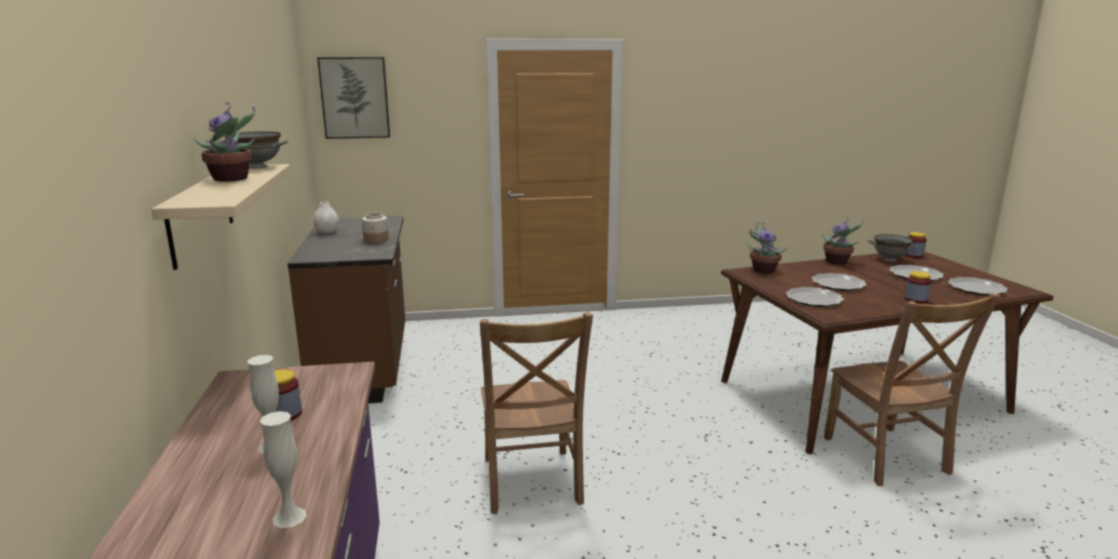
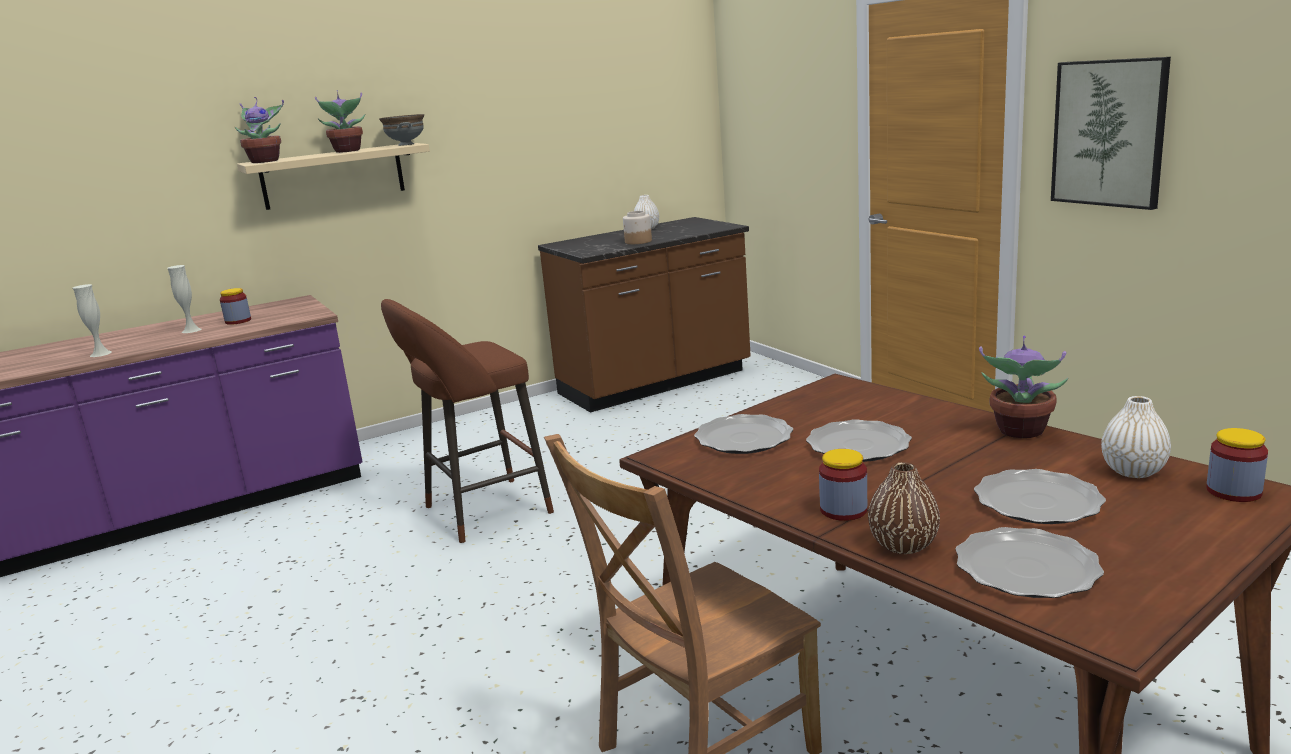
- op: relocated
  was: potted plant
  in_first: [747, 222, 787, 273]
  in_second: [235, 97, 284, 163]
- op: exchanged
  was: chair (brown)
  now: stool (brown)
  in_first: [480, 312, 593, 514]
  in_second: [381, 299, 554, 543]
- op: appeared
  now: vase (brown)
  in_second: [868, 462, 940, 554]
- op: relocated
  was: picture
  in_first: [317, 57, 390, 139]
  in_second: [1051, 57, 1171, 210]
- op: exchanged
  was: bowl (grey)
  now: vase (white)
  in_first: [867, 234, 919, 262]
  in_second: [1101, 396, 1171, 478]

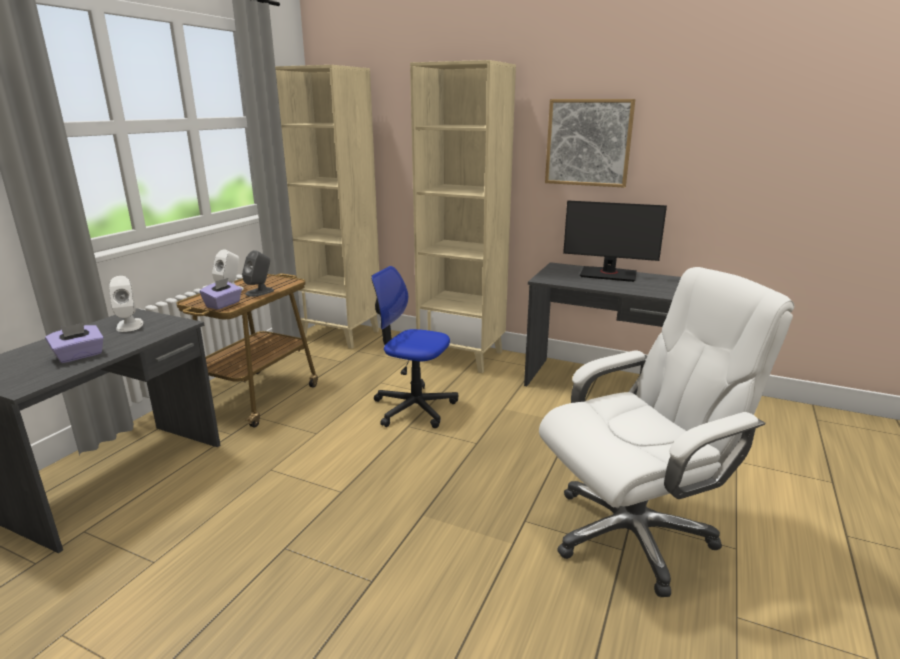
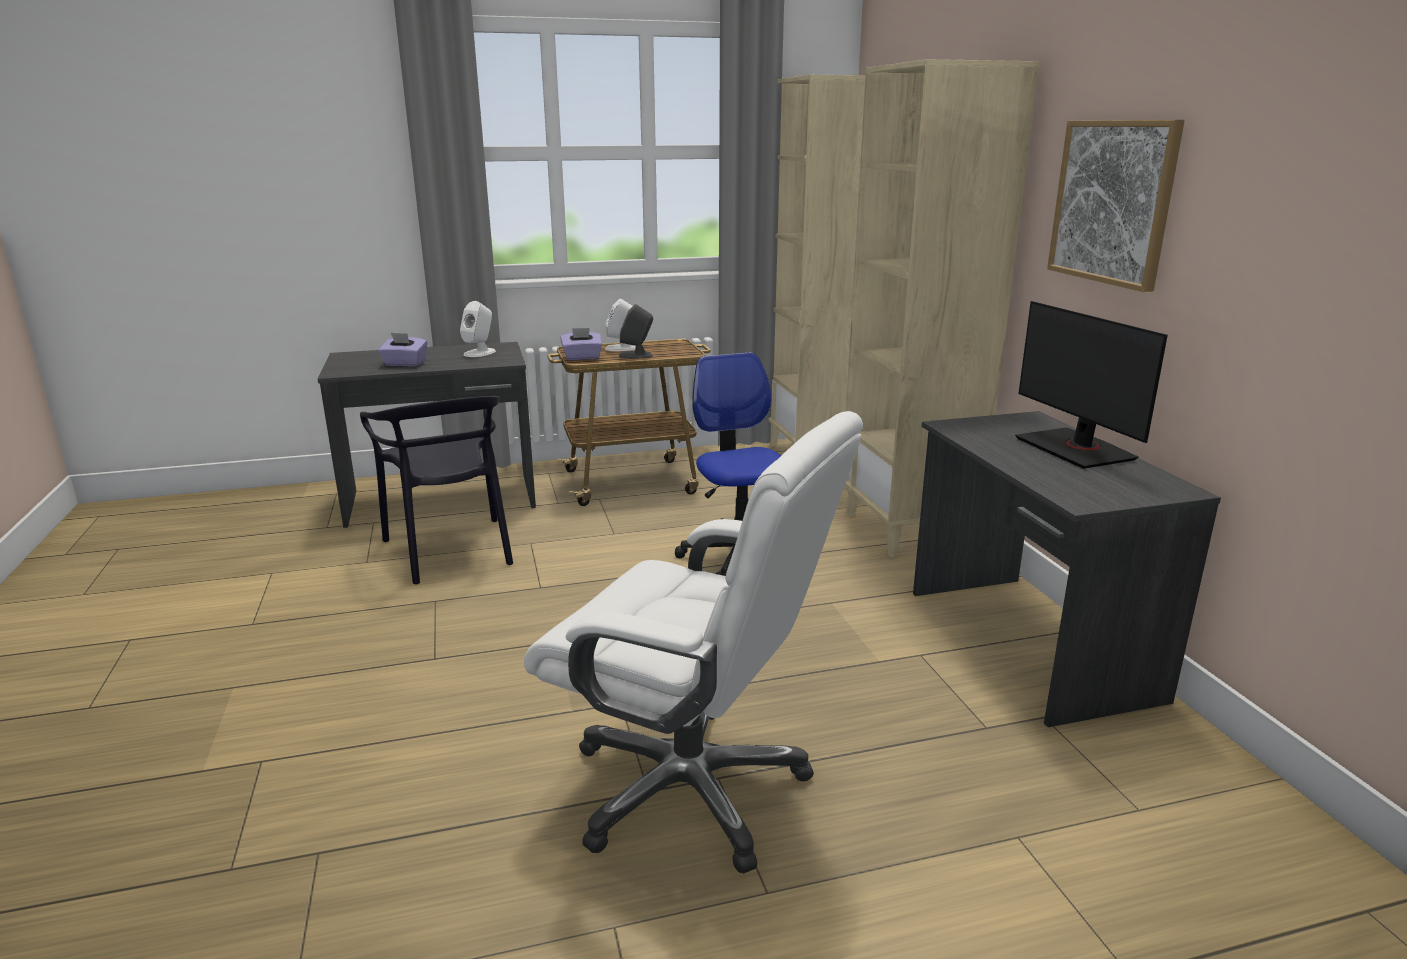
- op: appeared
  now: chair (black)
  in_second: [360, 395, 513, 585]

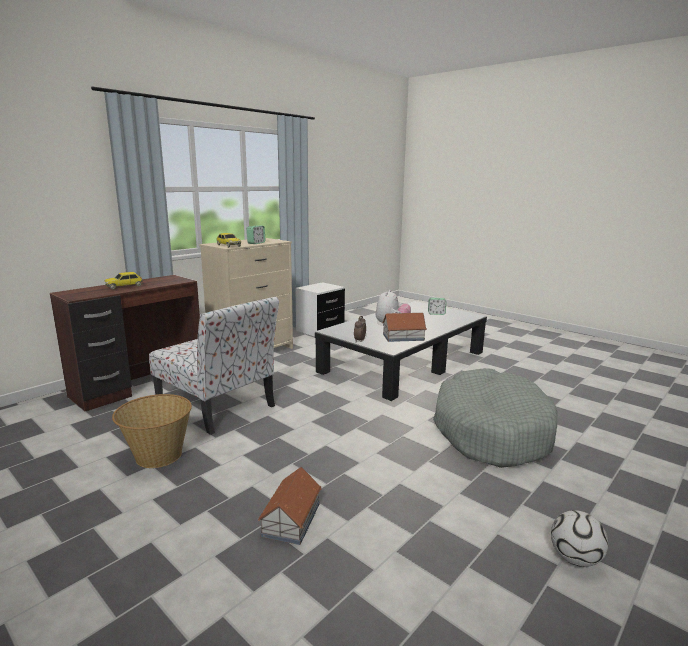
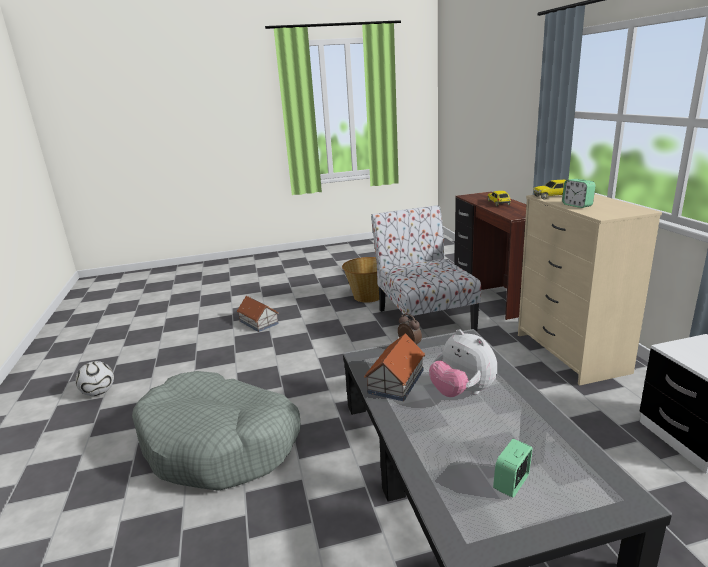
- op: spun
  was: chair
  in_first: [149, 297, 279, 435]
  in_second: [371, 205, 481, 331]
  clockwise: 90

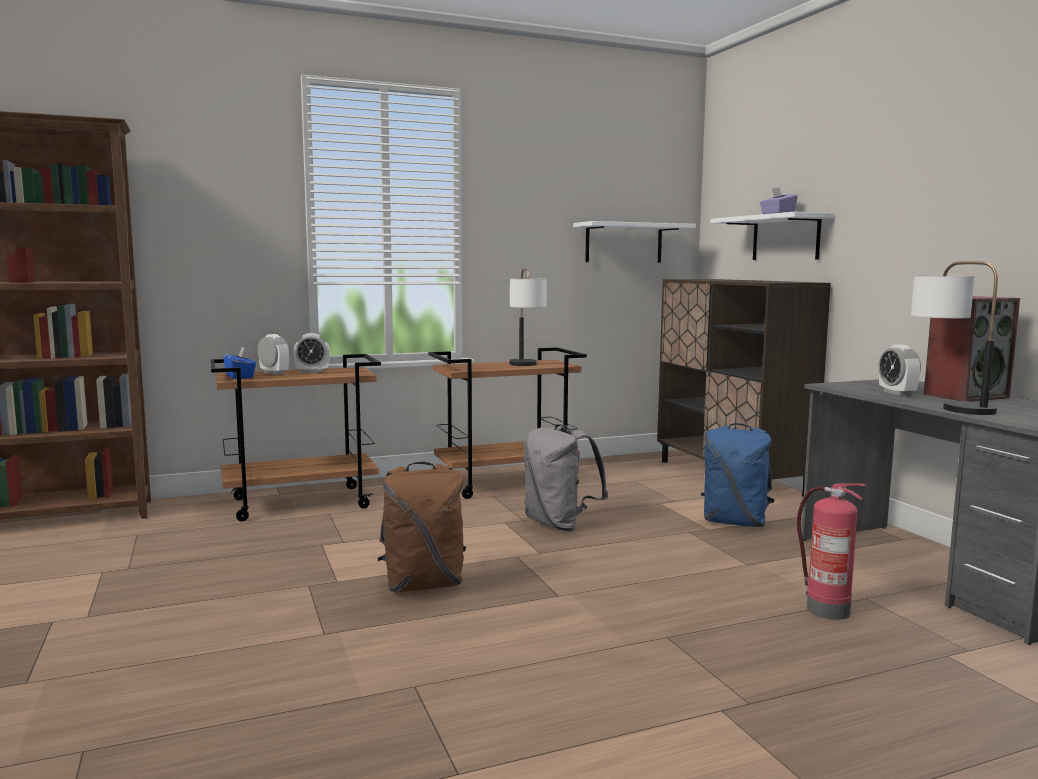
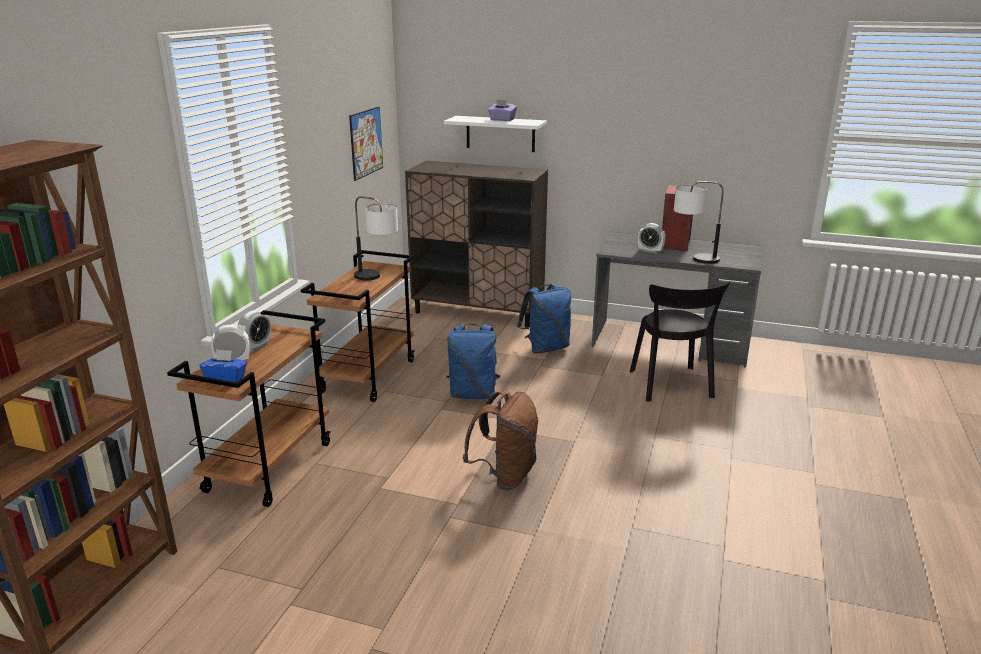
- op: exchanged
  was: shelf (white)
  now: picture
  in_first: [573, 221, 696, 263]
  in_second: [349, 107, 383, 181]
- op: colour
  was: backpack (grey)
  now: backpack (blue)
  in_first: [524, 424, 608, 531]
  in_second: [446, 324, 501, 399]
- op: exchanged
  was: fire extinguisher
  now: chair (black)
  in_first: [797, 483, 866, 620]
  in_second: [630, 282, 730, 402]

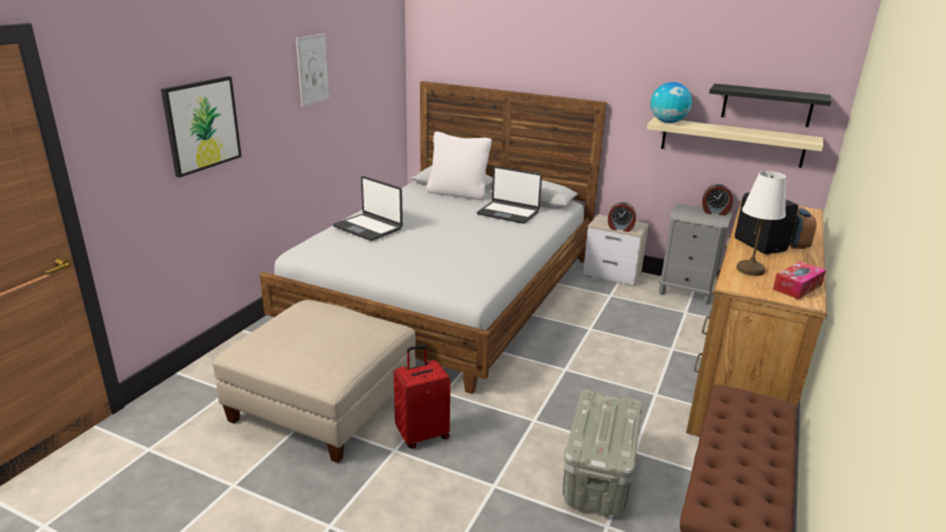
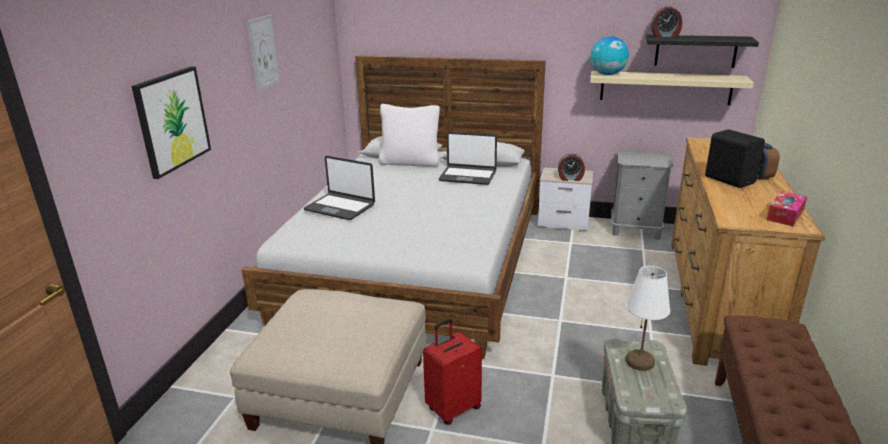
- op: relocated
  was: table lamp (white)
  in_first: [737, 171, 786, 276]
  in_second: [626, 266, 670, 371]
- op: relocated
  was: alarm clock
  in_first: [702, 184, 733, 215]
  in_second: [651, 6, 682, 38]

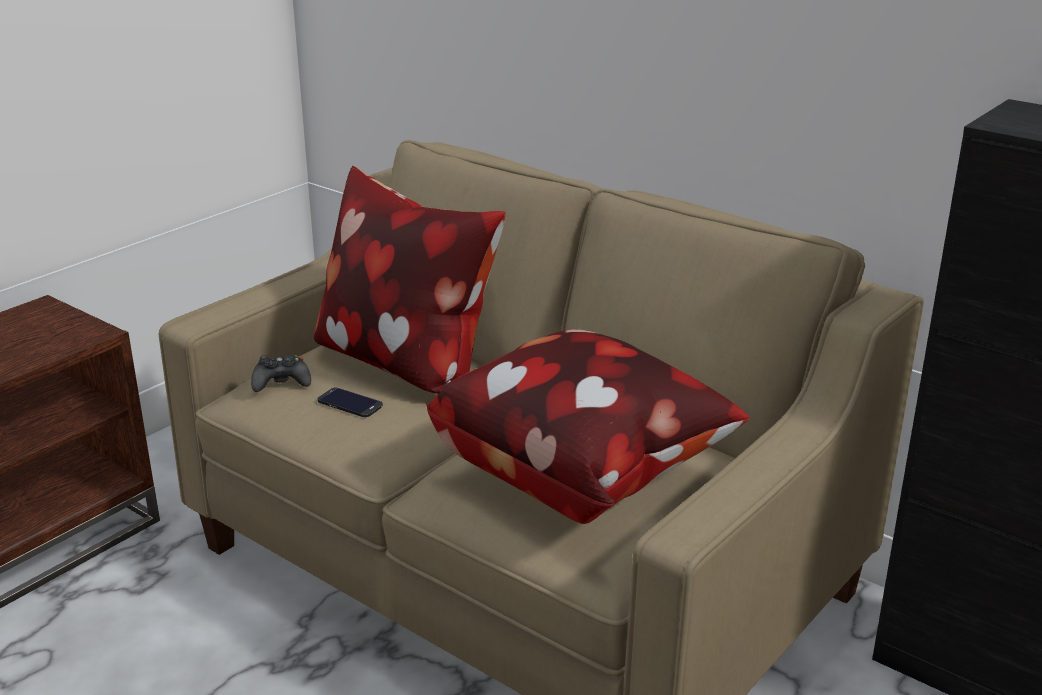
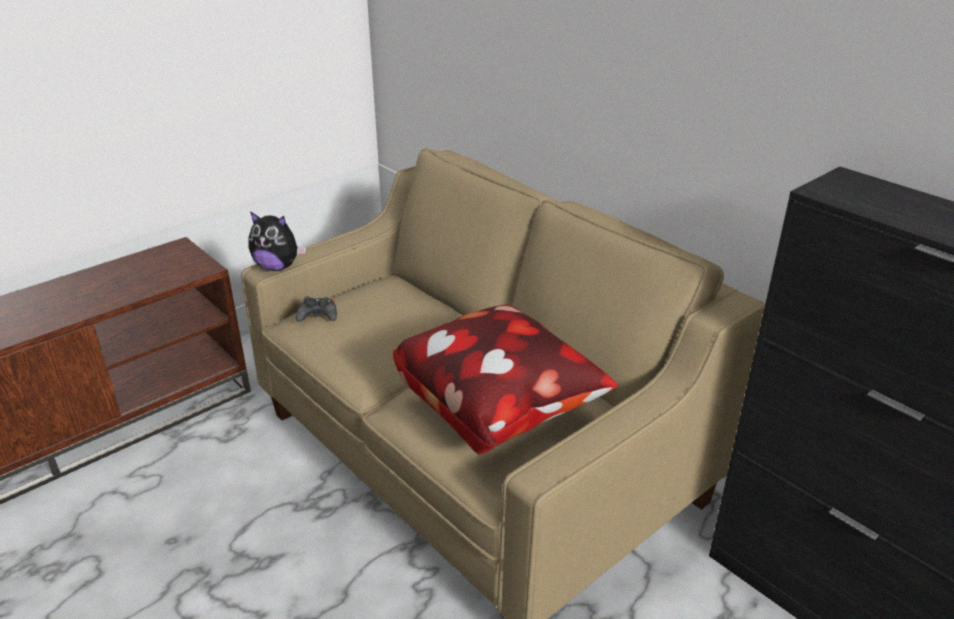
- op: appeared
  now: plush toy
  in_second: [249, 211, 306, 271]
- op: missing
  was: pillow
  in_first: [314, 166, 506, 394]
- op: missing
  was: phone
  in_first: [317, 388, 383, 417]

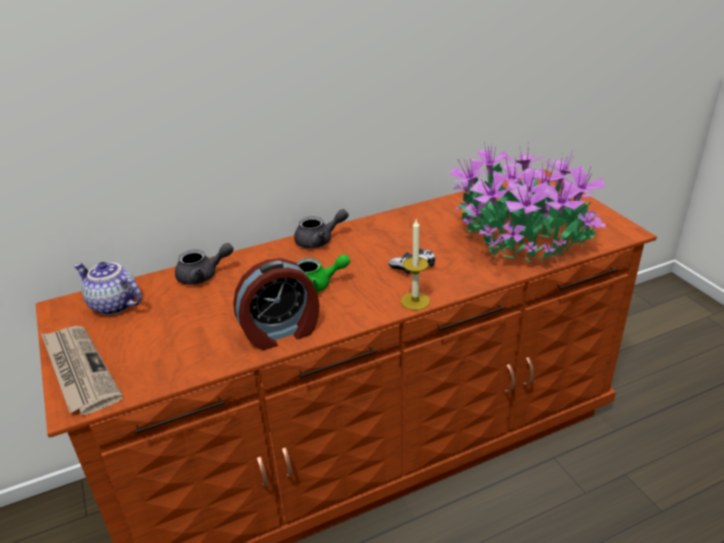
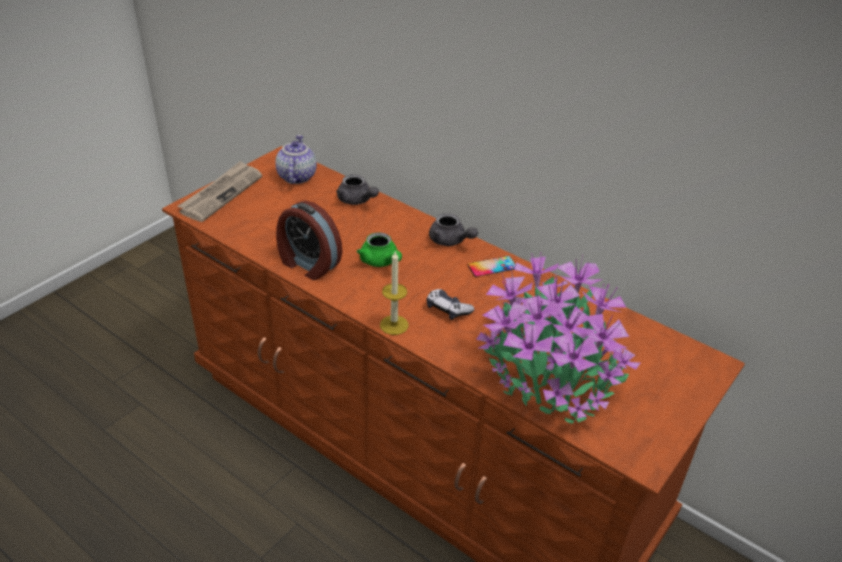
- op: appeared
  now: phone
  in_second: [468, 256, 516, 277]

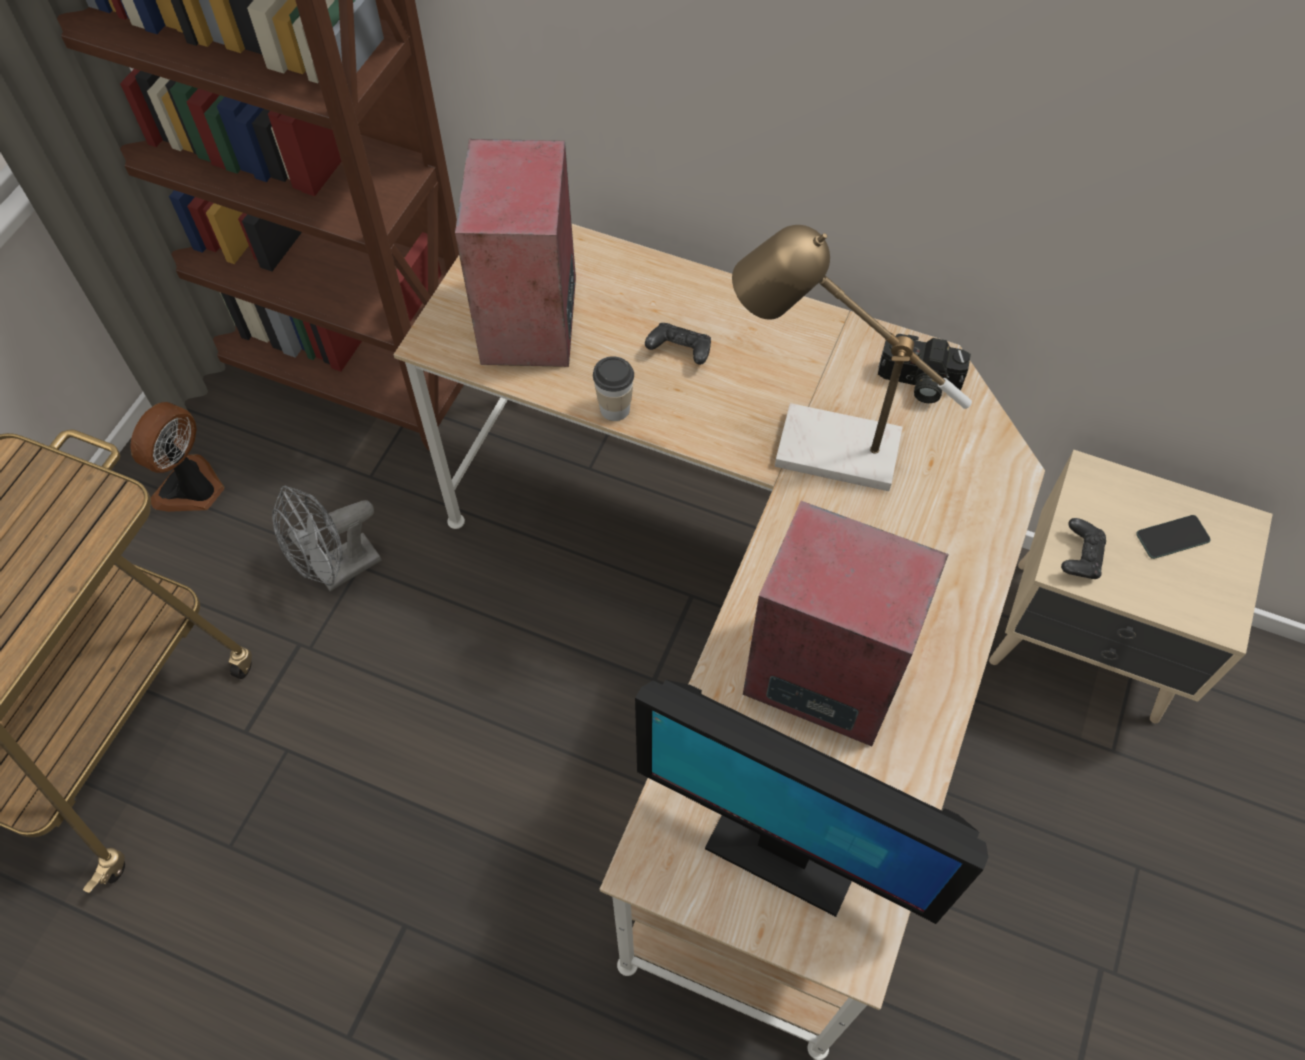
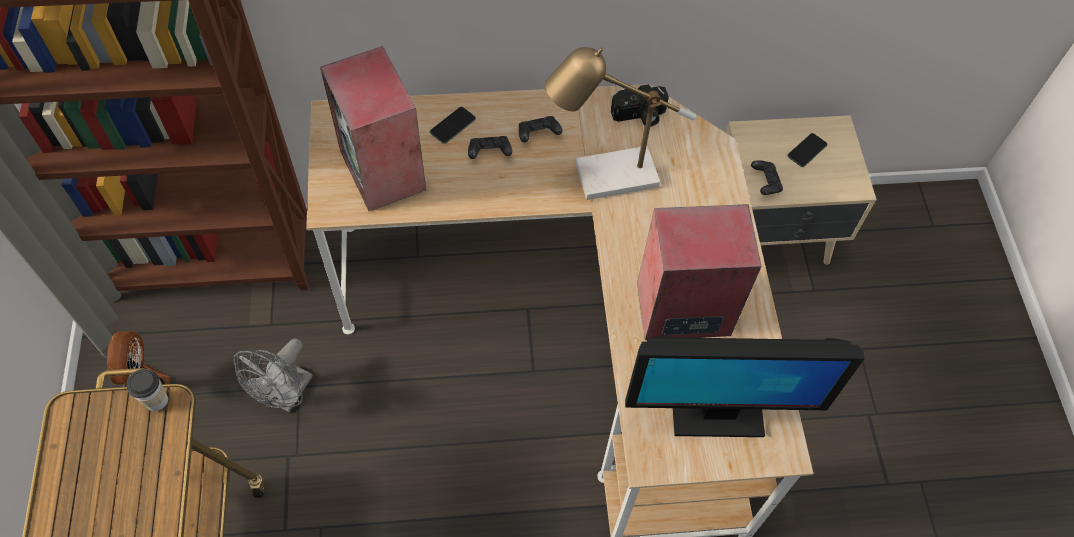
- op: relocated
  was: cup
  in_first: [593, 356, 634, 421]
  in_second: [127, 369, 168, 411]
- op: appeared
  now: phone
  in_second: [430, 107, 476, 144]
- op: appeared
  now: game controller (black)
  in_second: [519, 116, 562, 142]

